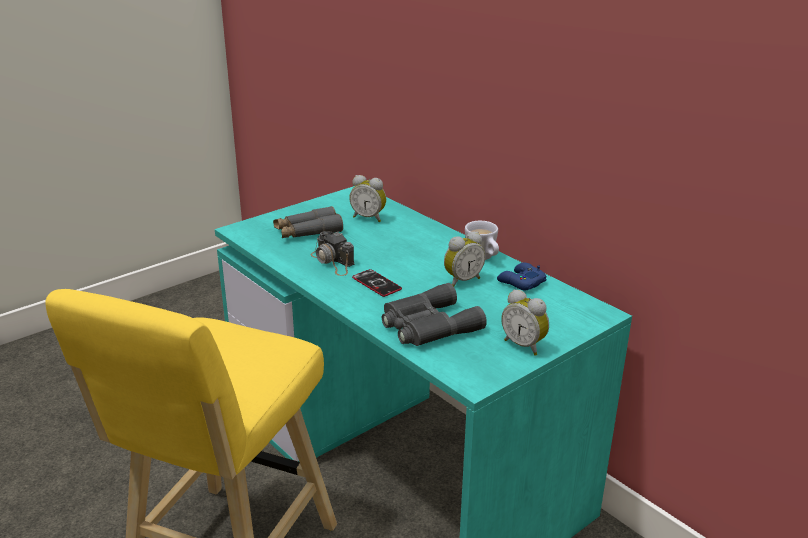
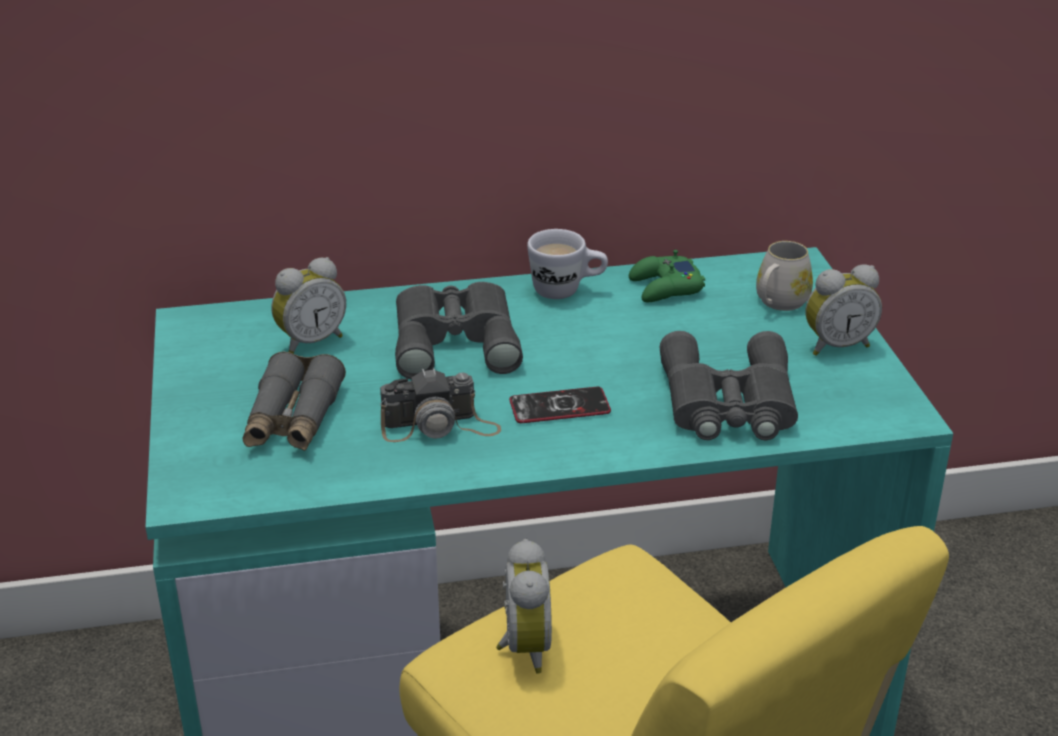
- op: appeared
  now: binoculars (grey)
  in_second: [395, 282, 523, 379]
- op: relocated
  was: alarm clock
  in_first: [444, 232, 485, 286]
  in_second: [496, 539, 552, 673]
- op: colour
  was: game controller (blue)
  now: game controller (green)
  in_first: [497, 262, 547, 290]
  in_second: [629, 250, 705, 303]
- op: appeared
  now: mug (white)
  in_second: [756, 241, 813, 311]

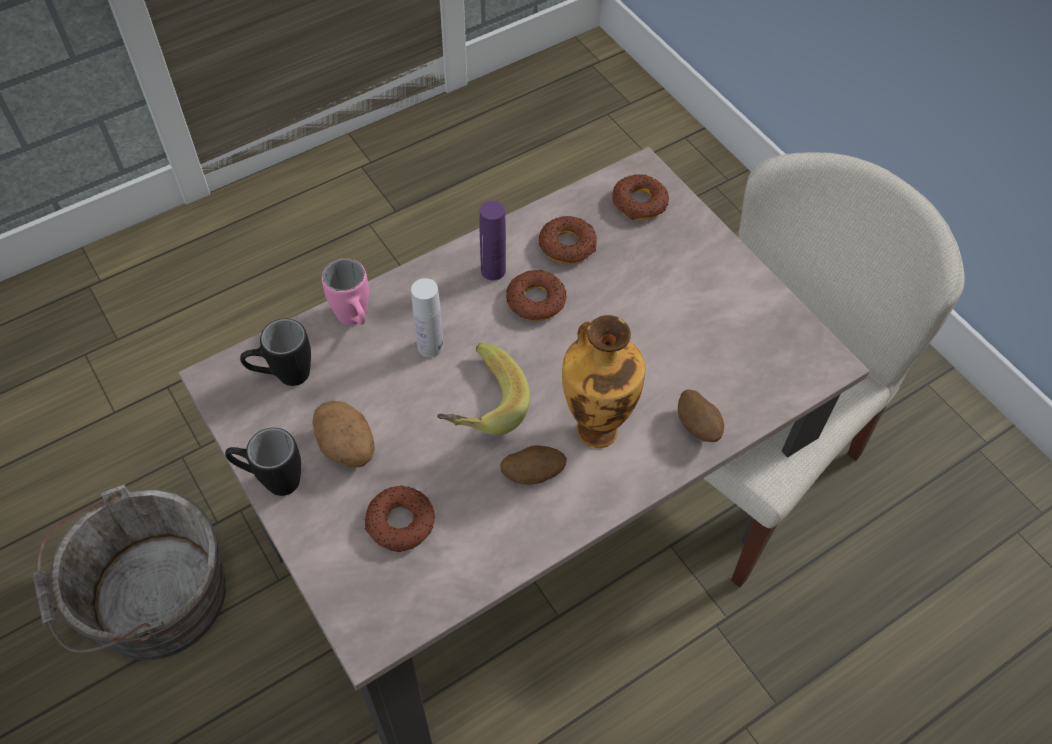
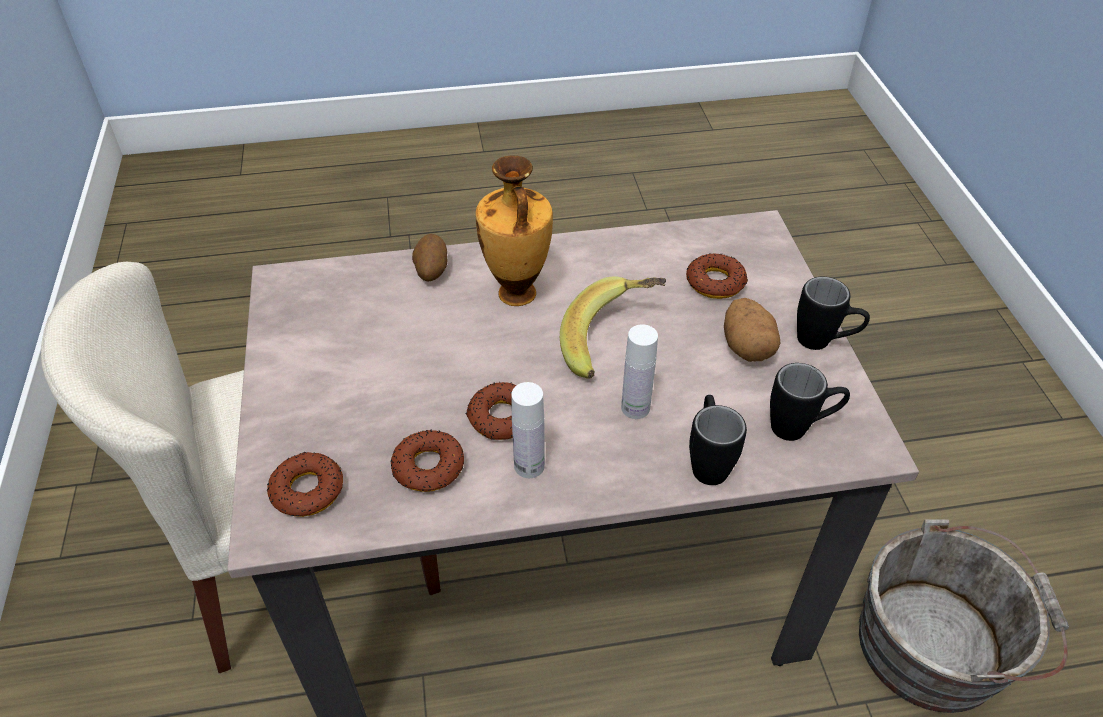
- op: colour
  was: bottle (purple)
  now: bottle (white)
  in_first: [480, 201, 506, 280]
  in_second: [511, 382, 545, 478]
- op: colour
  was: mug (pink)
  now: mug (black)
  in_first: [322, 258, 369, 325]
  in_second: [689, 395, 747, 485]
- op: missing
  was: potato
  in_first: [500, 445, 567, 485]

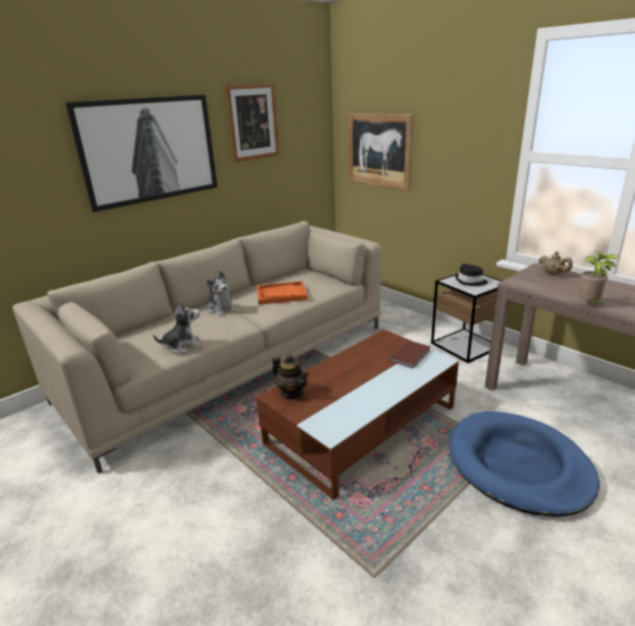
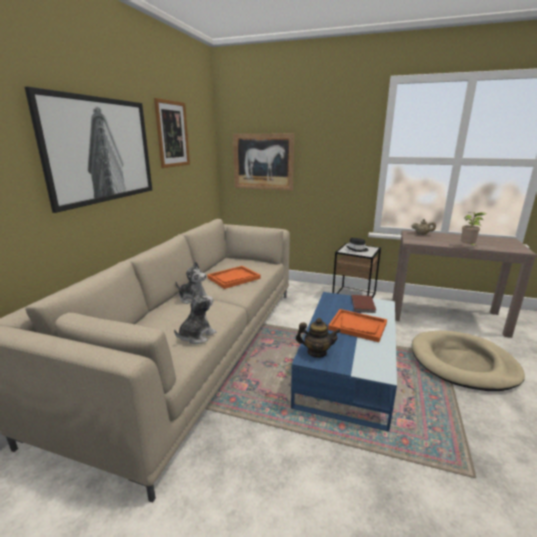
- op: colour
  was: coffee table (brown)
  now: coffee table (blue)
  in_first: [256, 329, 459, 500]
  in_second: [291, 292, 397, 432]
- op: appeared
  now: tray (orange)
  in_second: [328, 309, 387, 342]
- op: colour
  was: dog bed (blue)
  now: dog bed (beige)
  in_first: [449, 411, 600, 517]
  in_second: [412, 331, 525, 391]

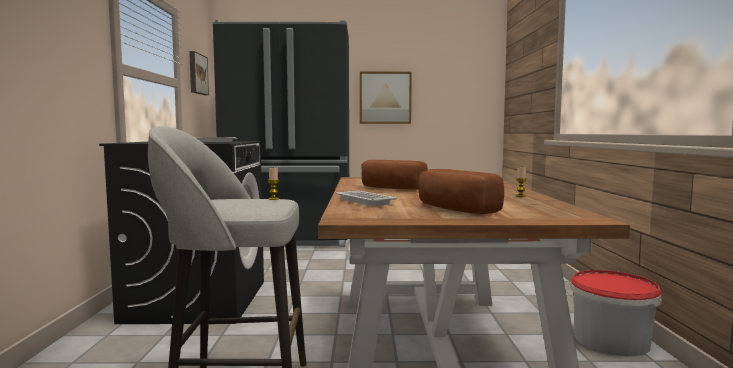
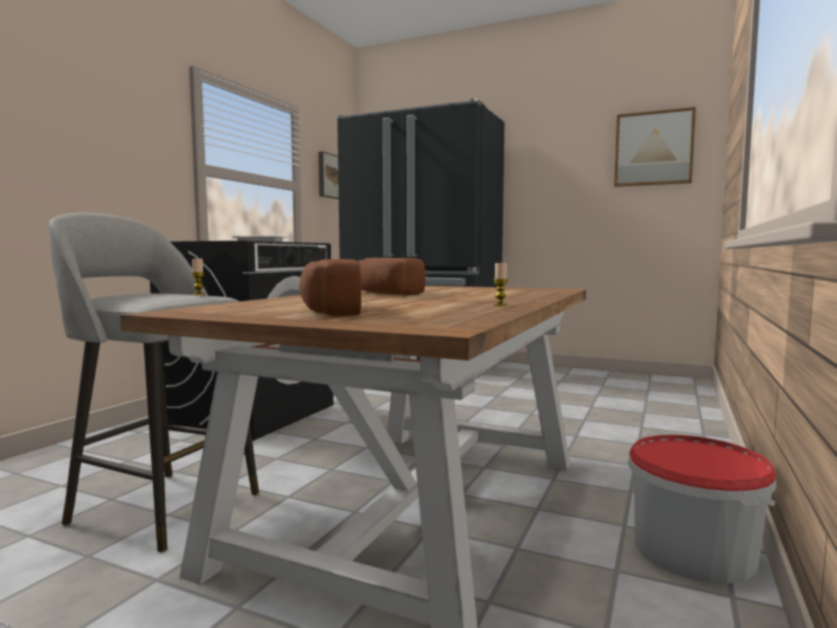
- op: relocated
  was: picture
  in_first: [360, 72, 412, 124]
  in_second: [614, 107, 696, 187]
- op: missing
  was: tray (white)
  in_first: [336, 191, 397, 206]

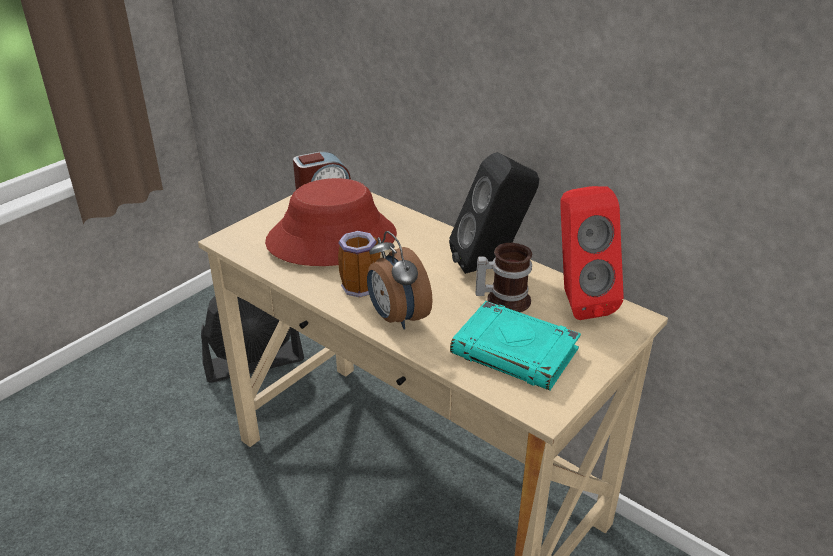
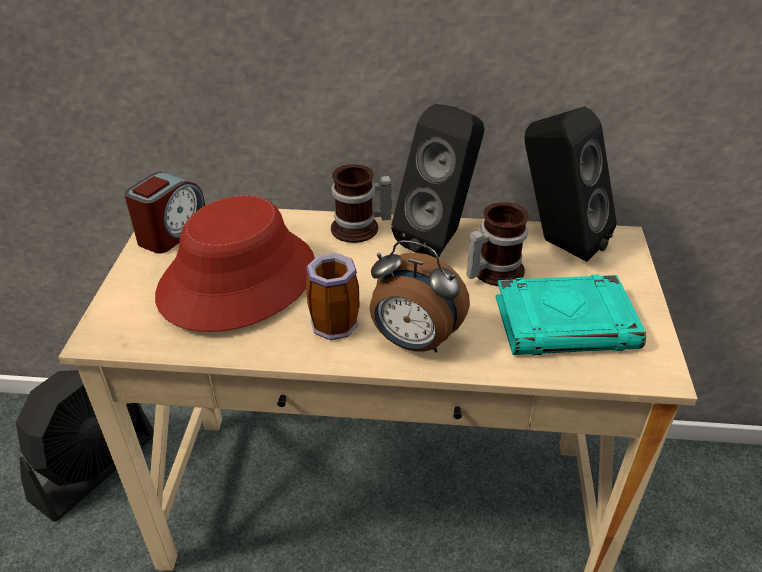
- op: appeared
  now: mug
  in_second: [331, 164, 392, 243]
- op: colour
  was: speaker (red)
  now: speaker (black)
  in_first: [560, 186, 624, 320]
  in_second: [524, 106, 617, 262]

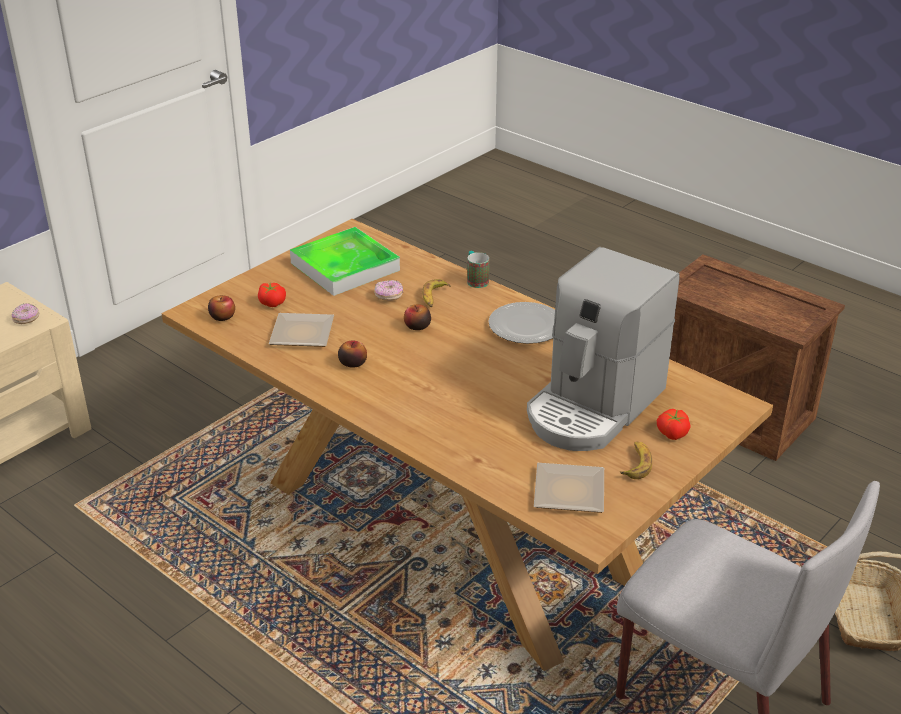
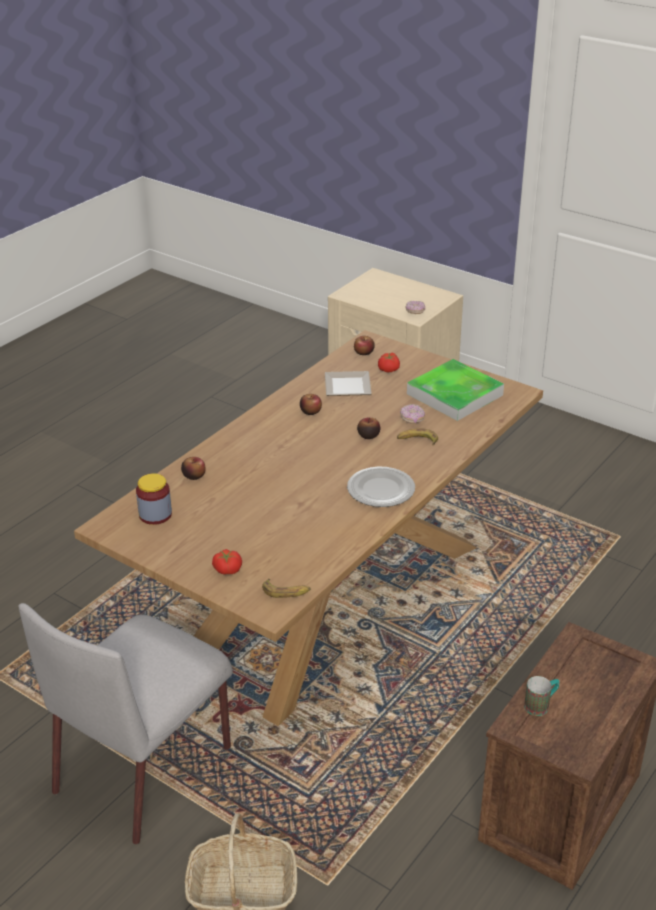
- op: exchanged
  was: plate
  now: jar
  in_first: [534, 463, 604, 513]
  in_second: [136, 473, 172, 525]
- op: appeared
  now: apple
  in_second: [181, 457, 206, 480]
- op: relocated
  was: banana
  in_first: [620, 442, 652, 479]
  in_second: [262, 579, 311, 598]
- op: relocated
  was: mug
  in_first: [467, 251, 489, 288]
  in_second: [524, 676, 559, 716]
- op: missing
  was: coffee machine
  in_first: [527, 247, 680, 451]

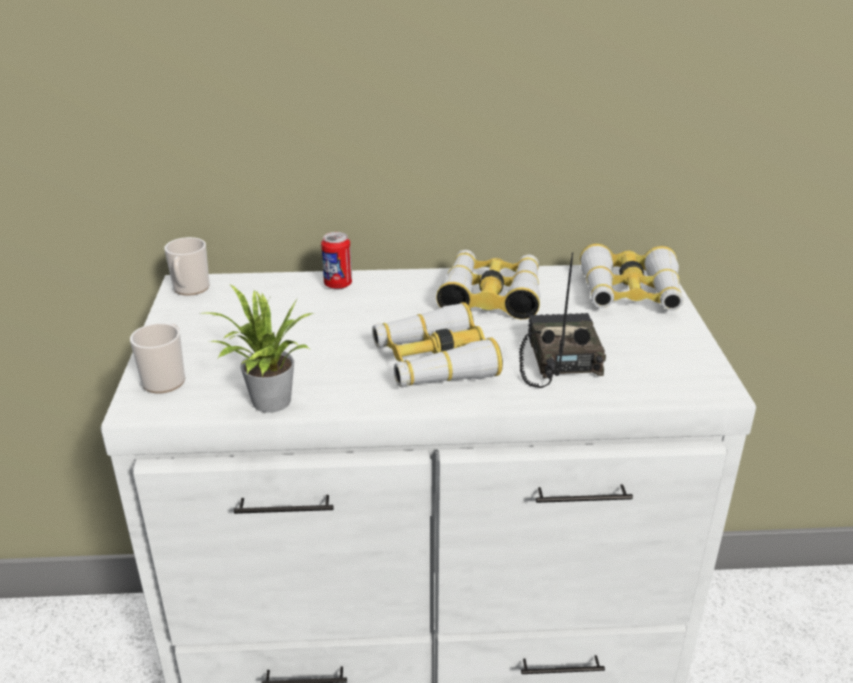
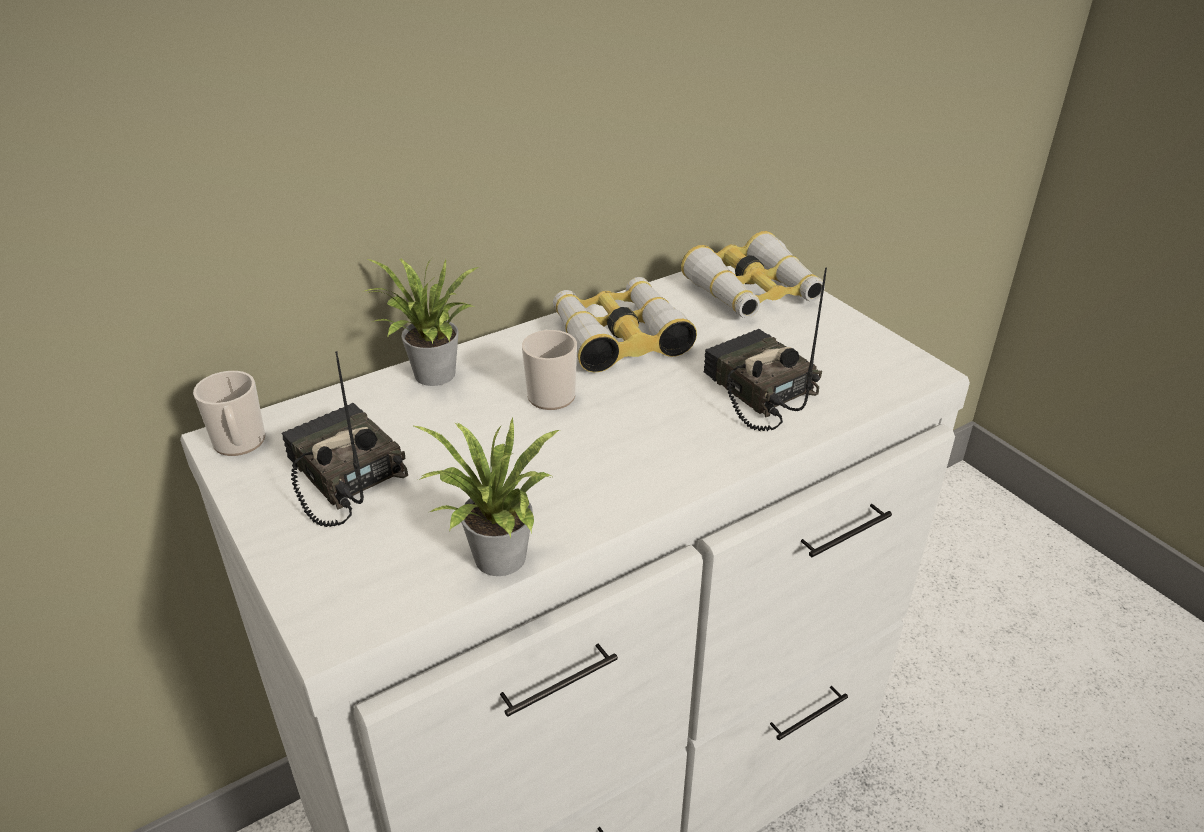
- op: appeared
  now: radio
  in_second: [282, 351, 408, 527]
- op: exchanged
  was: can
  now: potted plant
  in_first: [321, 232, 352, 289]
  in_second: [362, 259, 479, 386]
- op: relocated
  was: mug
  in_first: [130, 323, 185, 393]
  in_second: [522, 329, 577, 410]
- op: missing
  was: binoculars
  in_first: [372, 302, 503, 387]

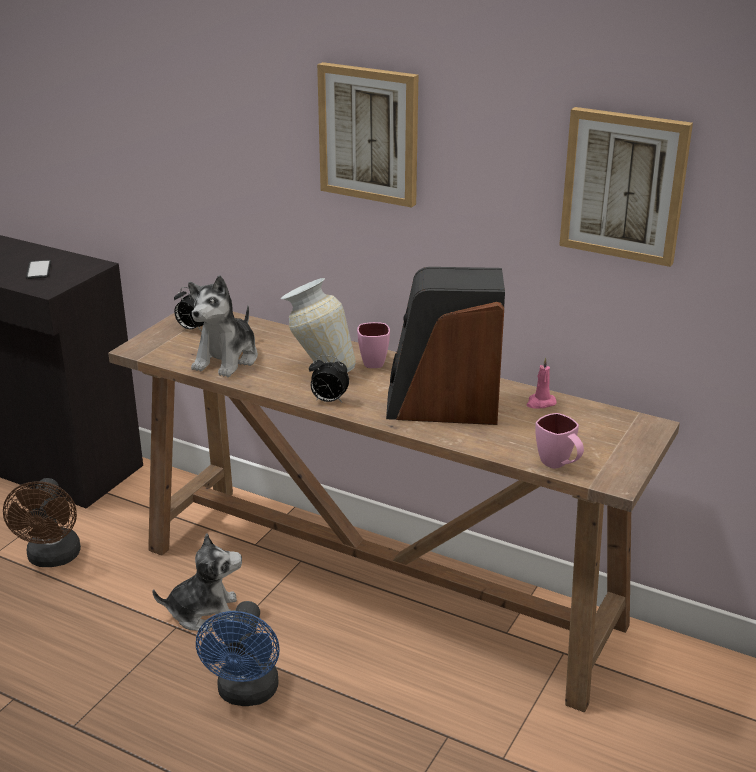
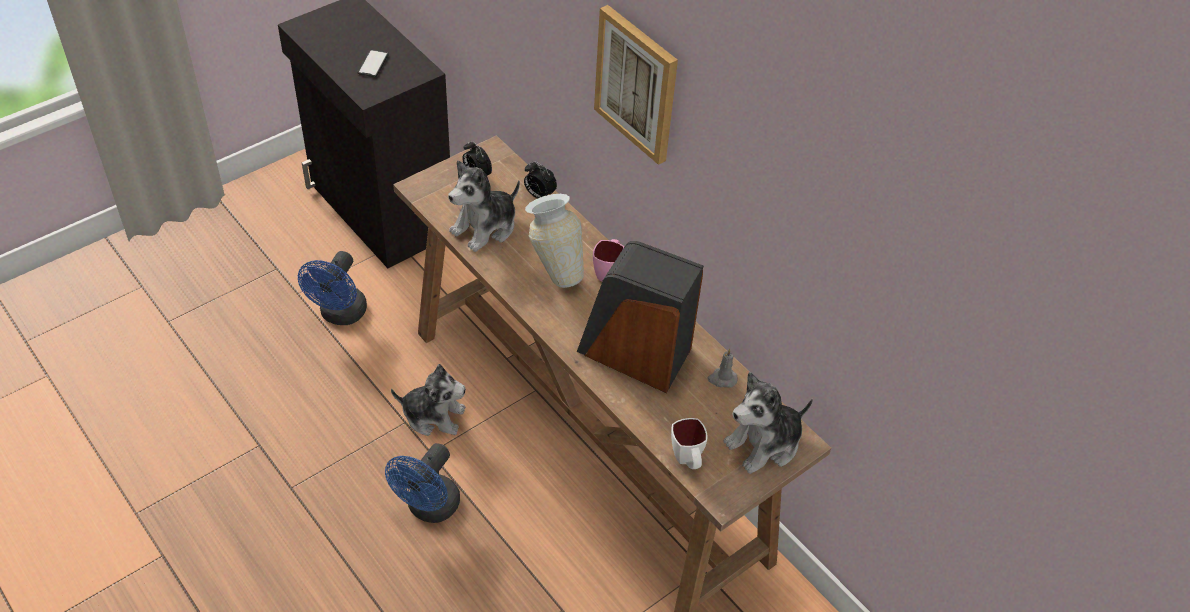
- op: colour
  was: fan (brown)
  now: fan (blue)
  in_first: [3, 478, 81, 567]
  in_second: [298, 251, 367, 325]
- op: relocated
  was: alarm clock
  in_first: [309, 355, 349, 403]
  in_second: [524, 161, 557, 198]
- op: colour
  was: mug (pink)
  now: mug (white)
  in_first: [535, 413, 584, 469]
  in_second: [671, 418, 707, 469]
- op: colour
  was: candle (pink)
  now: candle (grey)
  in_first: [526, 357, 557, 408]
  in_second: [707, 348, 738, 388]
- op: appeared
  now: plush toy
  in_second: [723, 372, 813, 474]
- op: missing
  was: picture
  in_first: [559, 107, 693, 267]

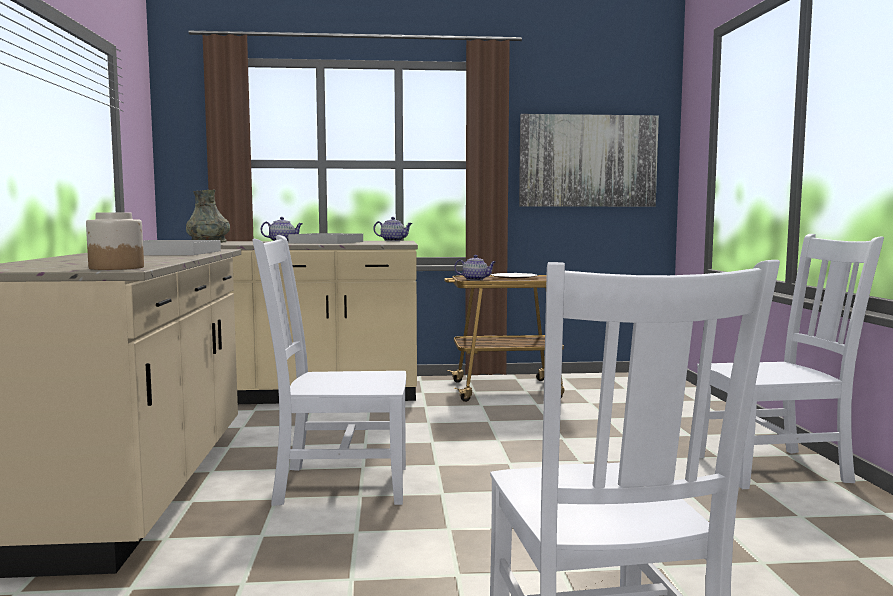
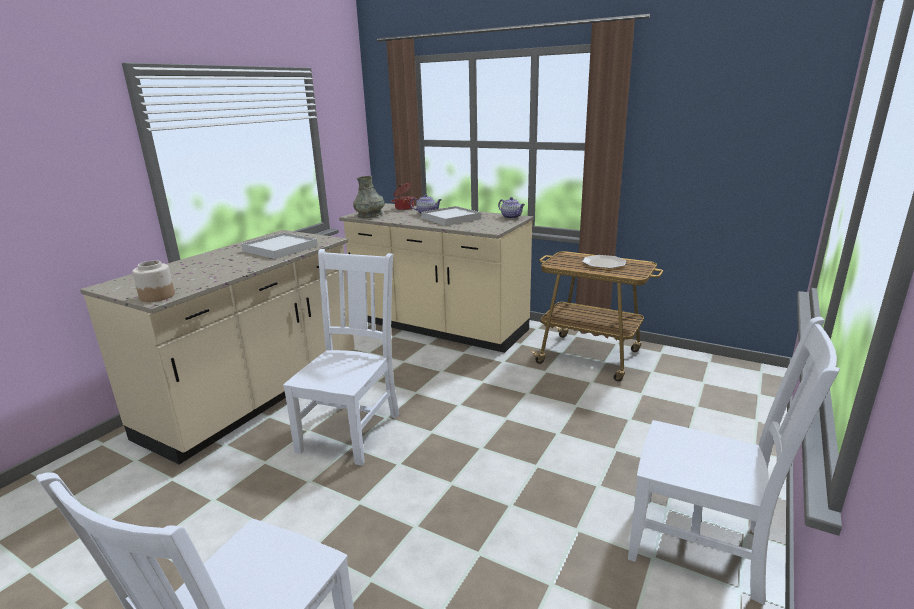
- op: spun
  was: chair (white)
  in_first: [252, 235, 406, 506]
  in_second: [283, 249, 399, 466]
  clockwise: 75
- op: appeared
  now: cooking pot
  in_second: [391, 183, 417, 210]
- op: missing
  was: teapot
  in_first: [454, 255, 496, 281]
- op: missing
  was: picture
  in_first: [519, 114, 659, 207]

